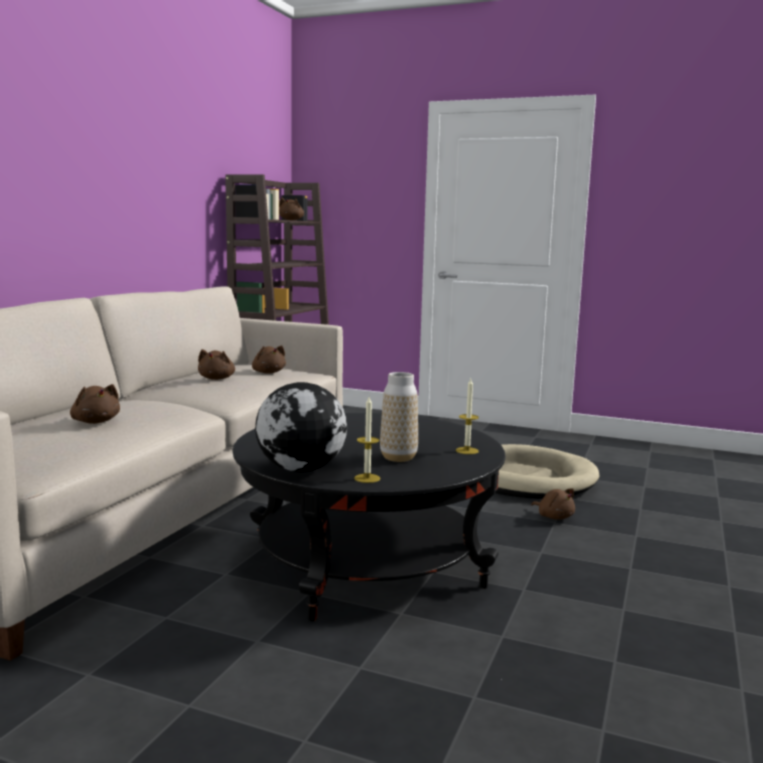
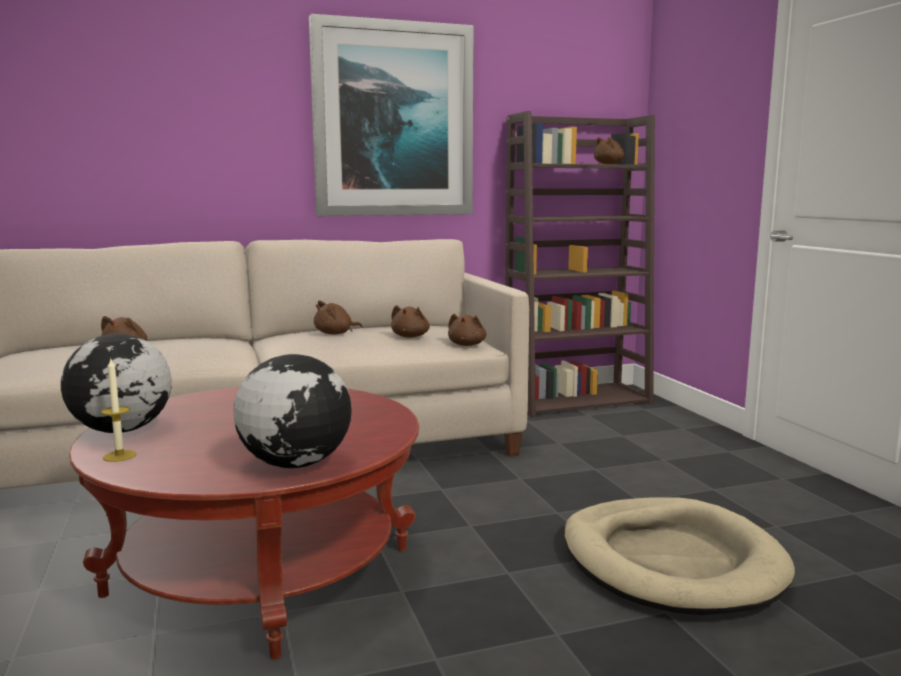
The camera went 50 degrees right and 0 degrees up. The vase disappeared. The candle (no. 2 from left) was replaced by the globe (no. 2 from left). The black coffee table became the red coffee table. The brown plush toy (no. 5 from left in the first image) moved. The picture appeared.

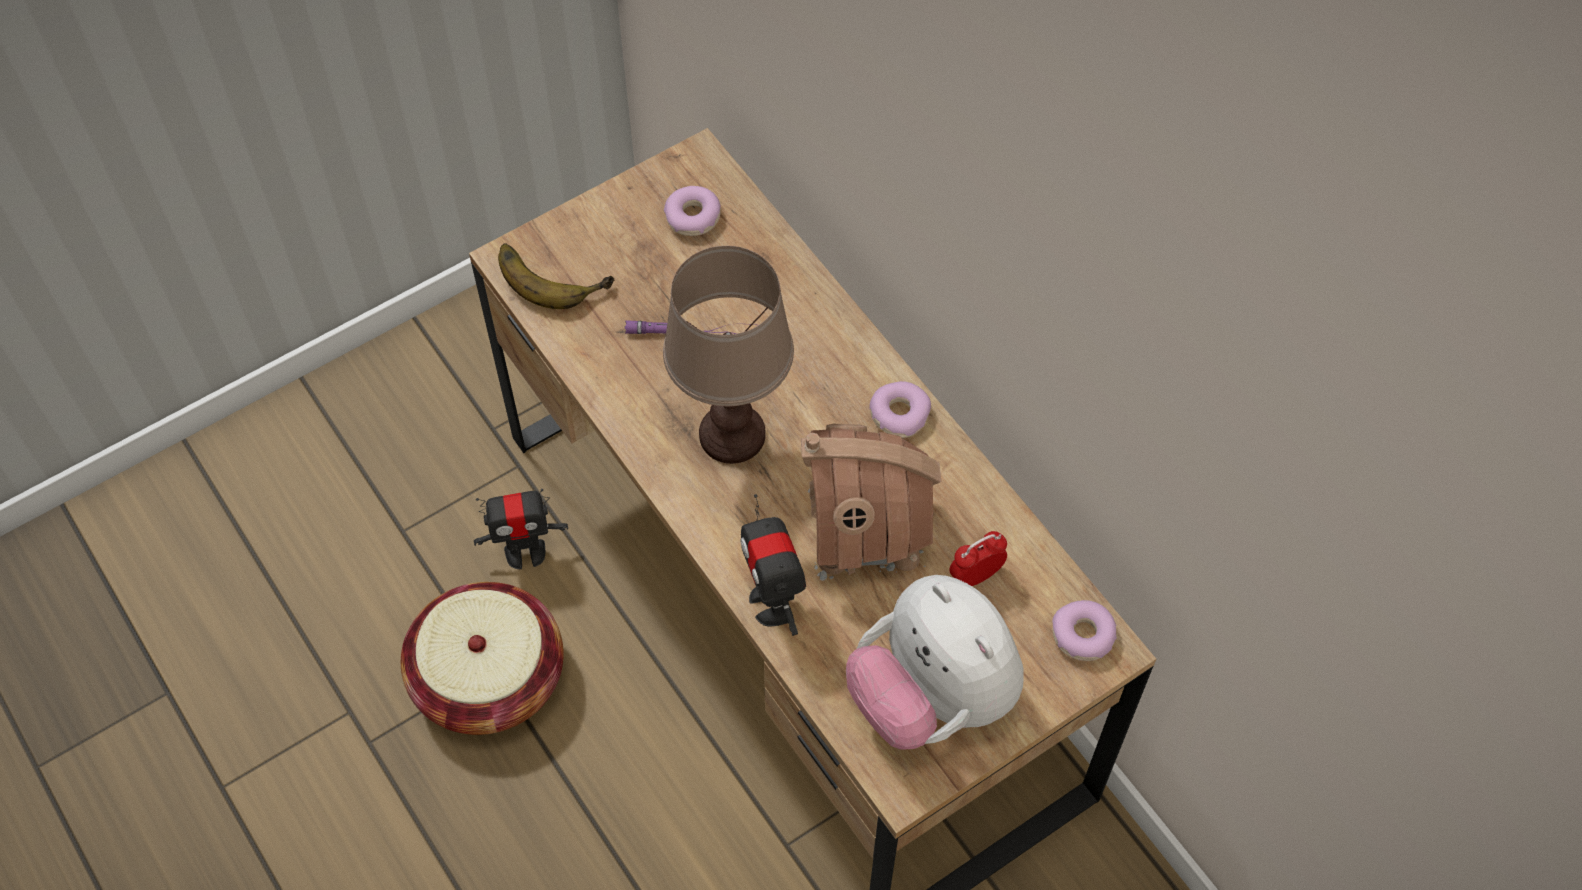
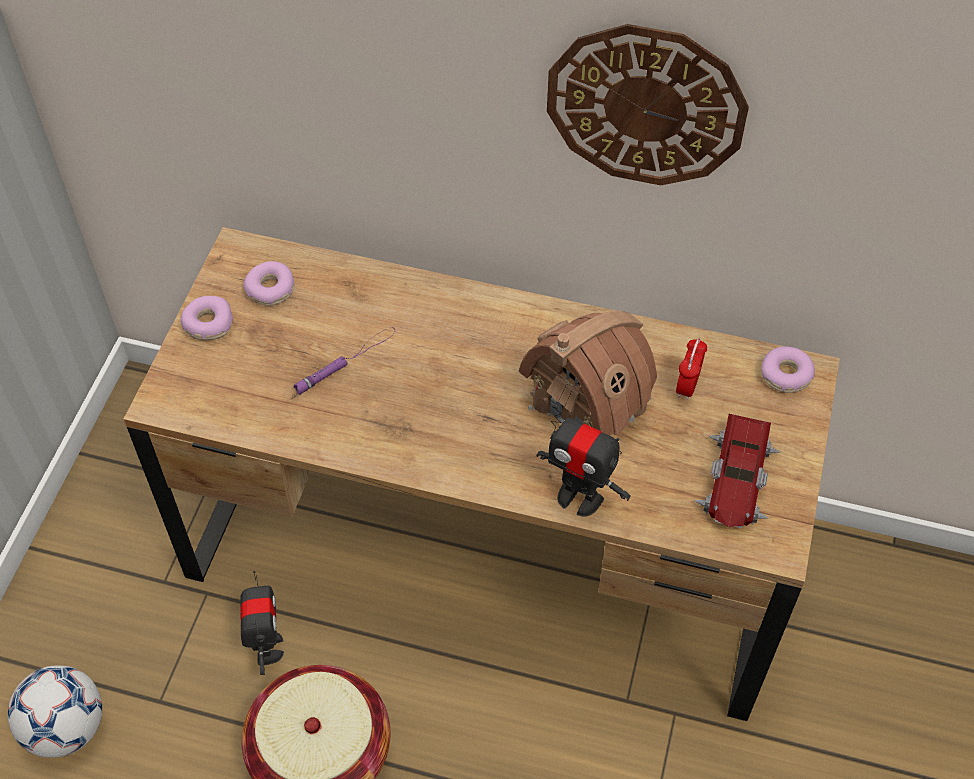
The camera went 40 degrees left and 5 degrees down. The banana disappeared. The brown table lamp disappeared. The donut (no. 2 from left in the first image) moved. The toy robot (no. 1 from left) turned 45 degrees counterclockwise. The plush toy was replaced by the toy car. The wall clock appeared. The football appeared.

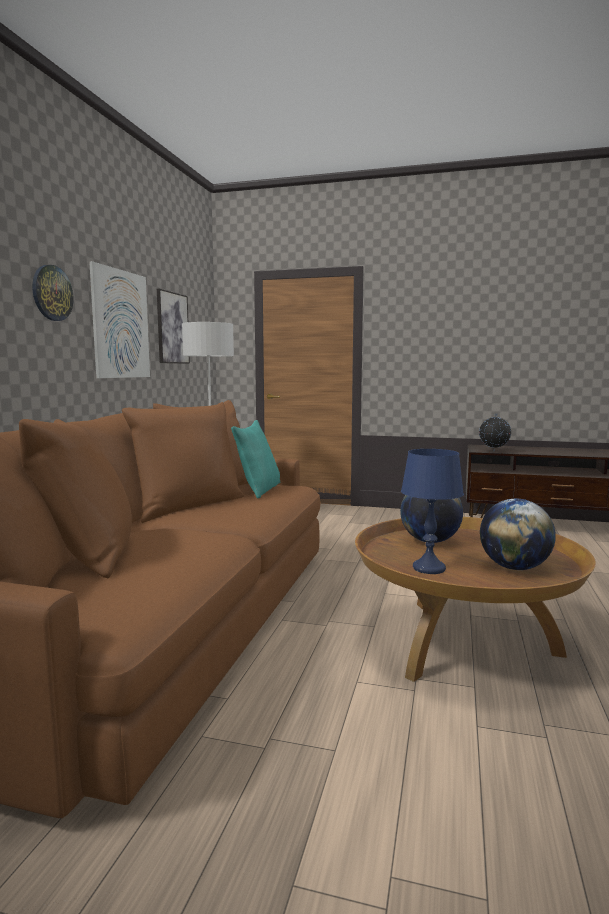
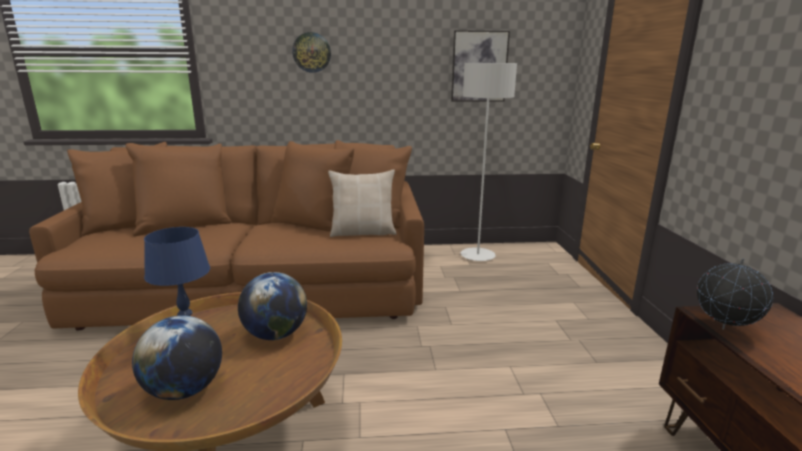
The camera went 70 degrees right and 10 degrees up. The picture (no. 1 from left) disappeared. The turquoise pillow became the beige pillow.

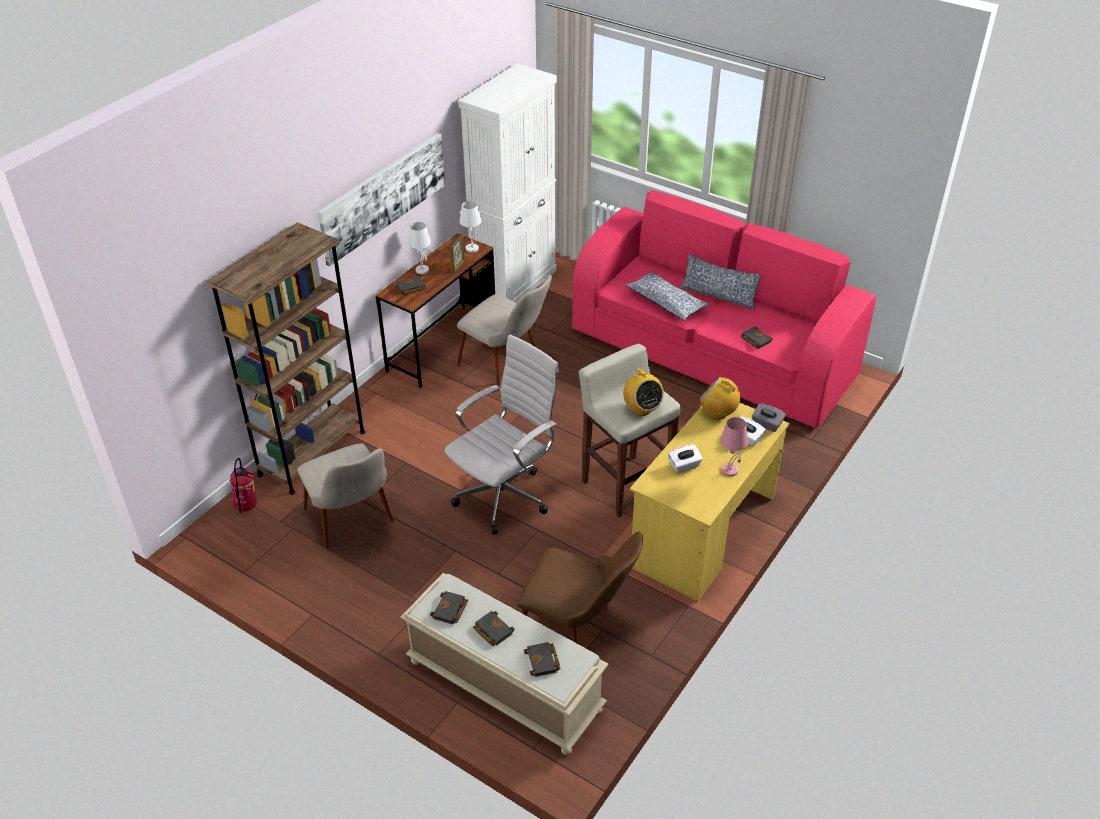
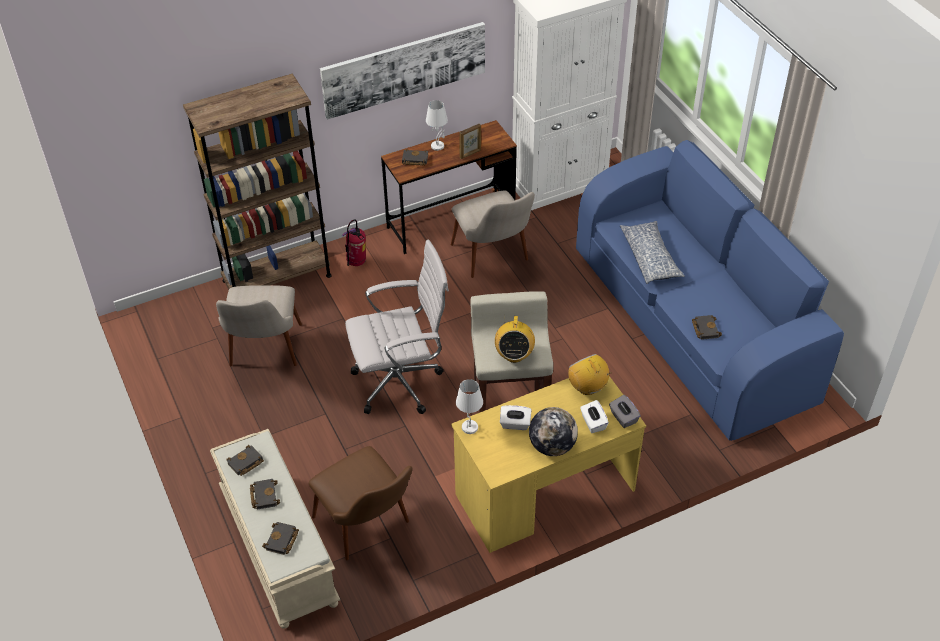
The camera went 30 degrees right and 5 degrees up. The pink sofa became the blue sofa. The white table lamp (no. 2 from left) moved. The pillow (no. 2 from left) disappeared. The pink table lamp was replaced by the globe. The fire extinguisher moved.

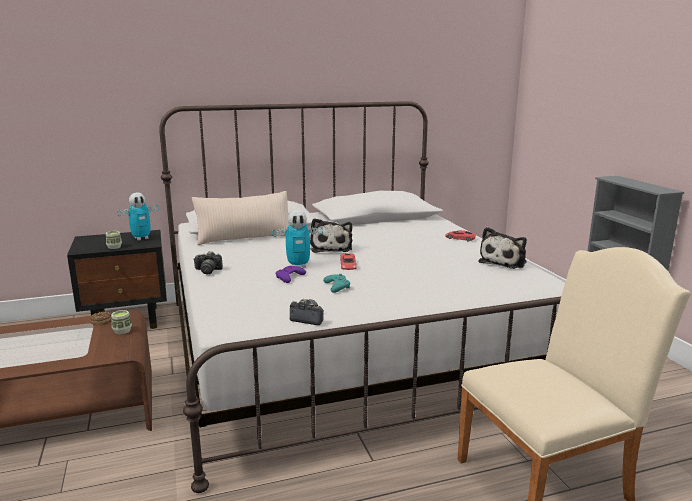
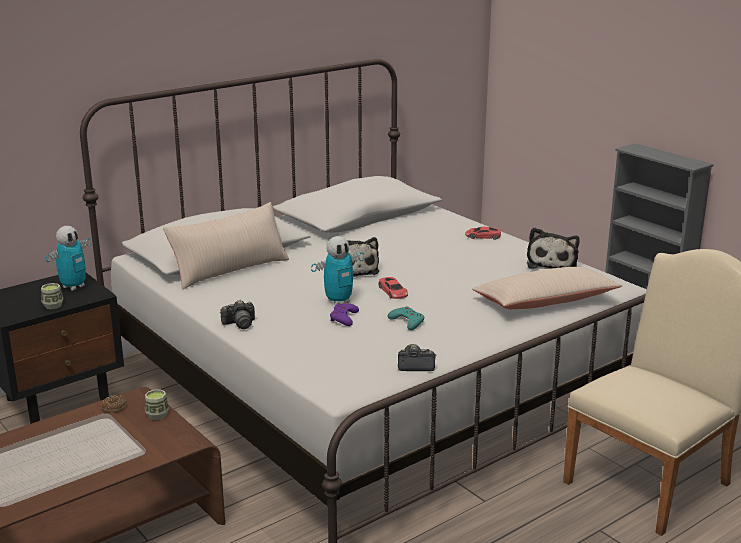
The camera went 20 degrees left and 5 degrees up. The beige pillow (no. 2 from left) appeared.

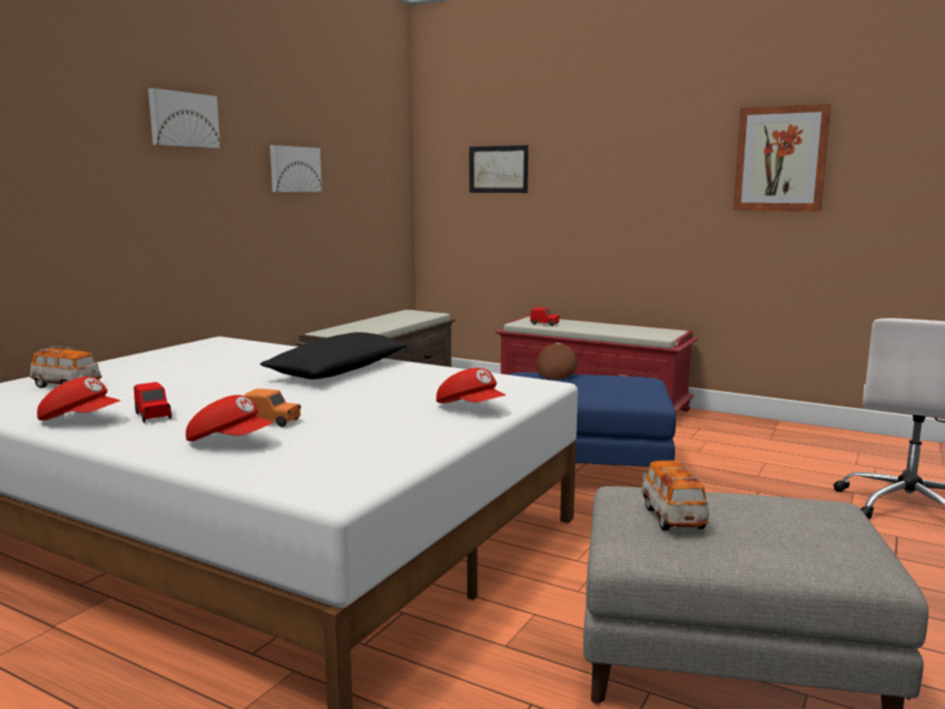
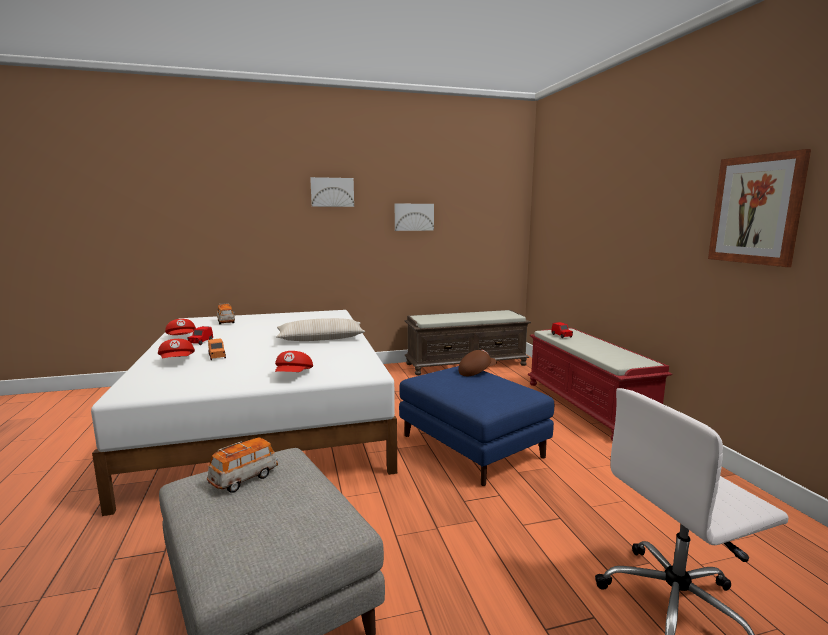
The camera went 45 degrees right and 0 degrees up. The picture (no. 3 from left) disappeared. The black pillow became the beige pillow.

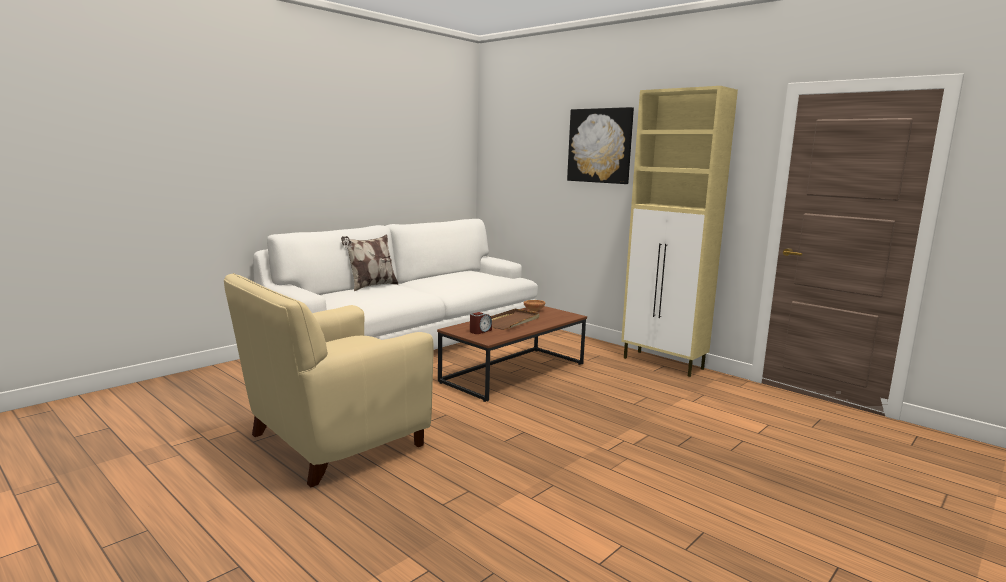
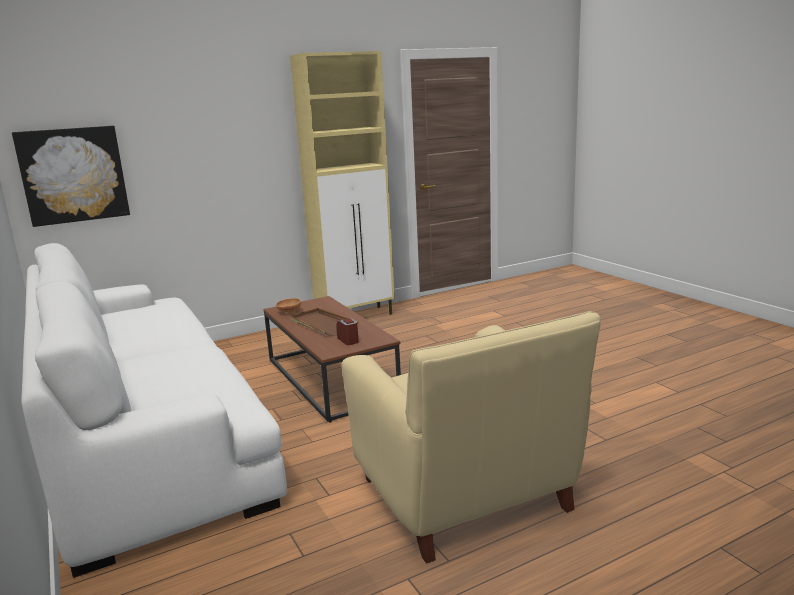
The camera went 70 degrees left and 5 degrees up. The picture moved. The pillow disappeared.

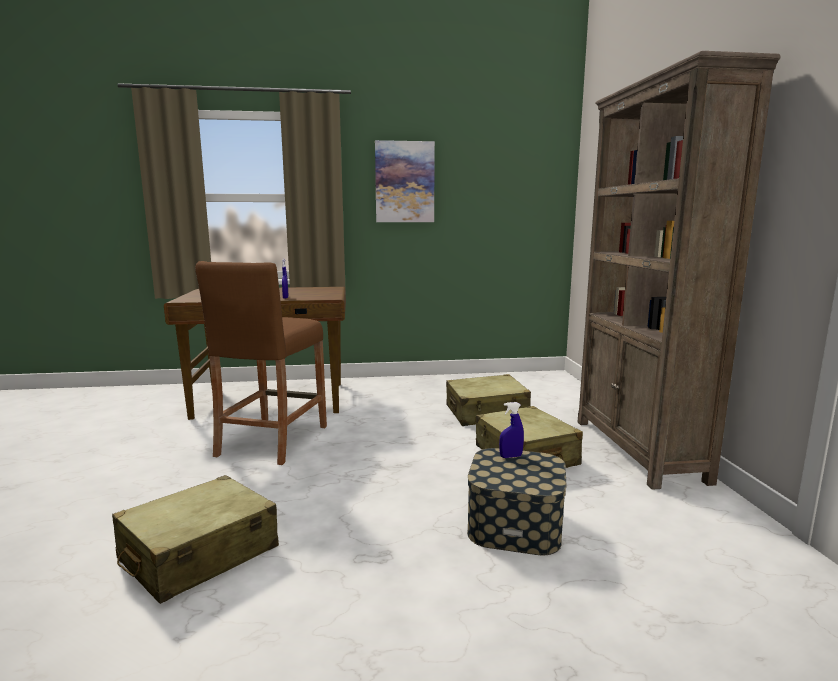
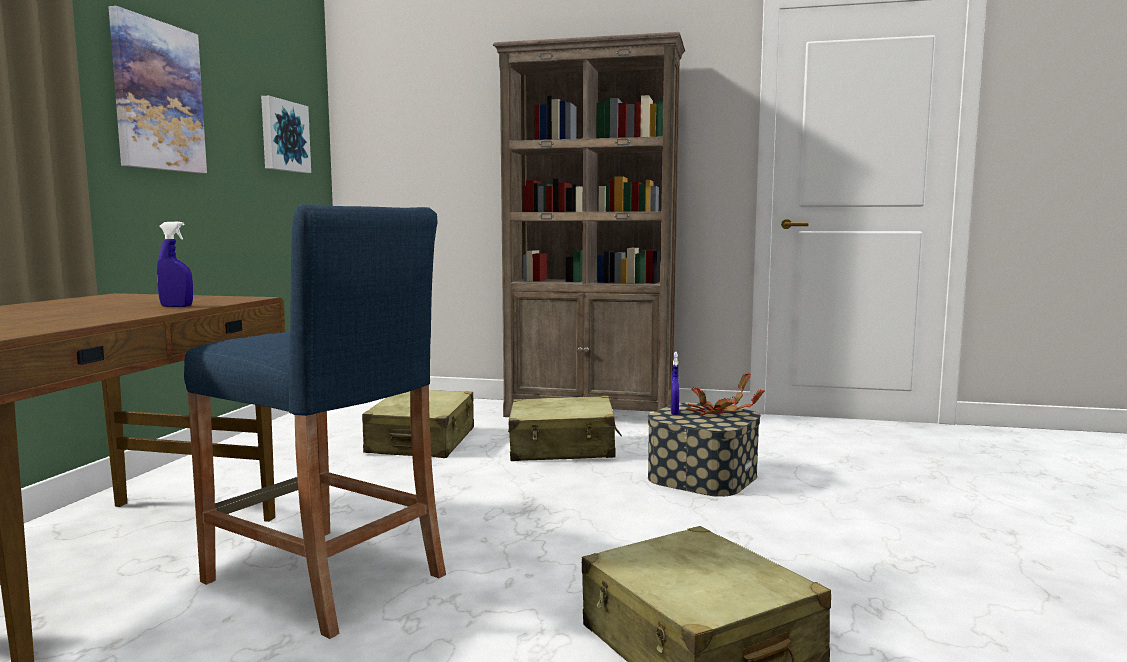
The camera went 70 degrees left and 5 degrees down. The brown stool became the blue stool. The picture (no. 2 from left) appeared. The potted plant appeared.

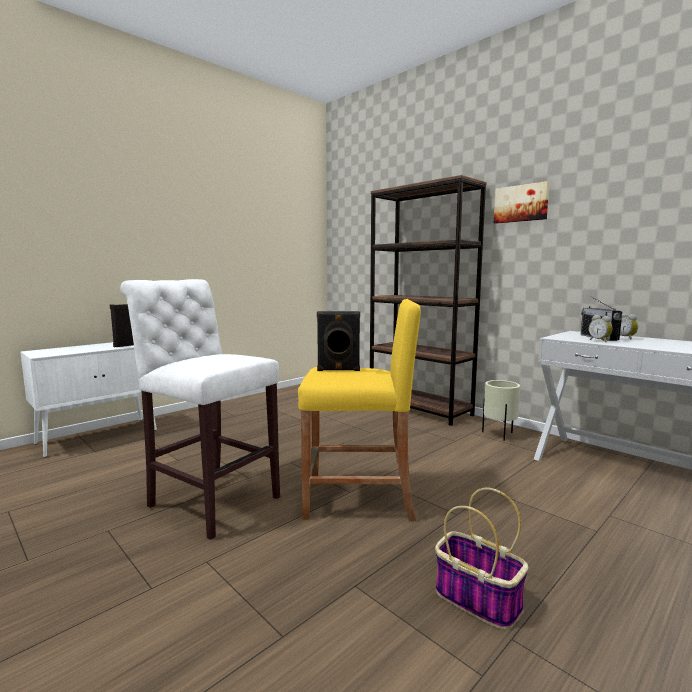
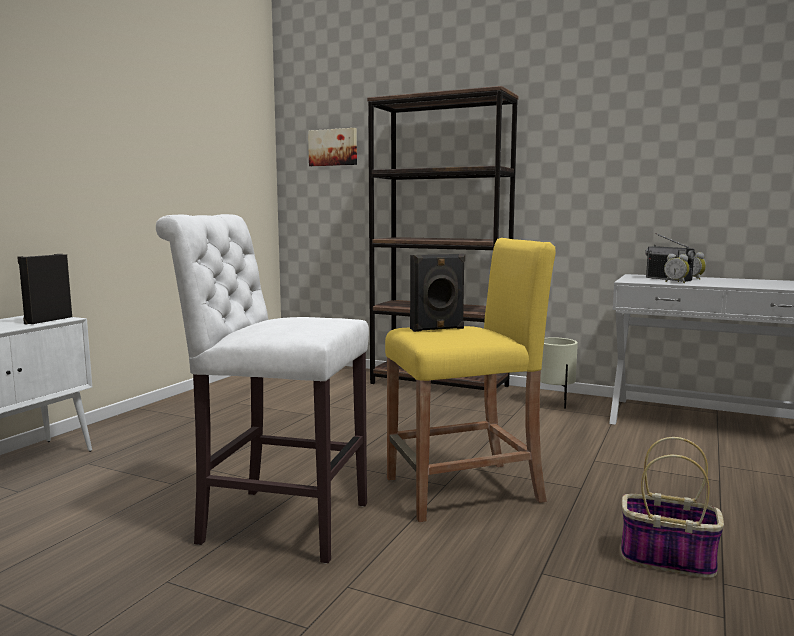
The camera went 20 degrees left and 0 degrees up. The picture moved.

